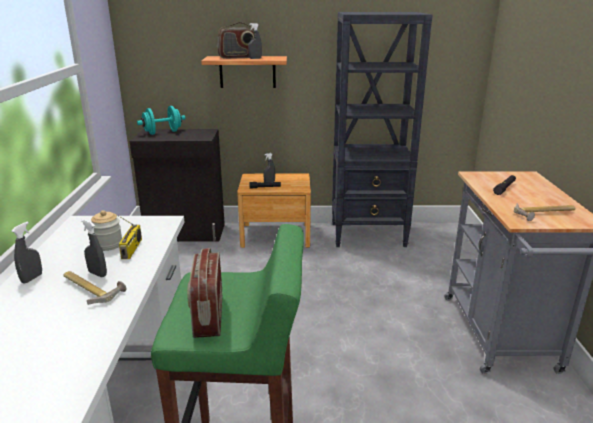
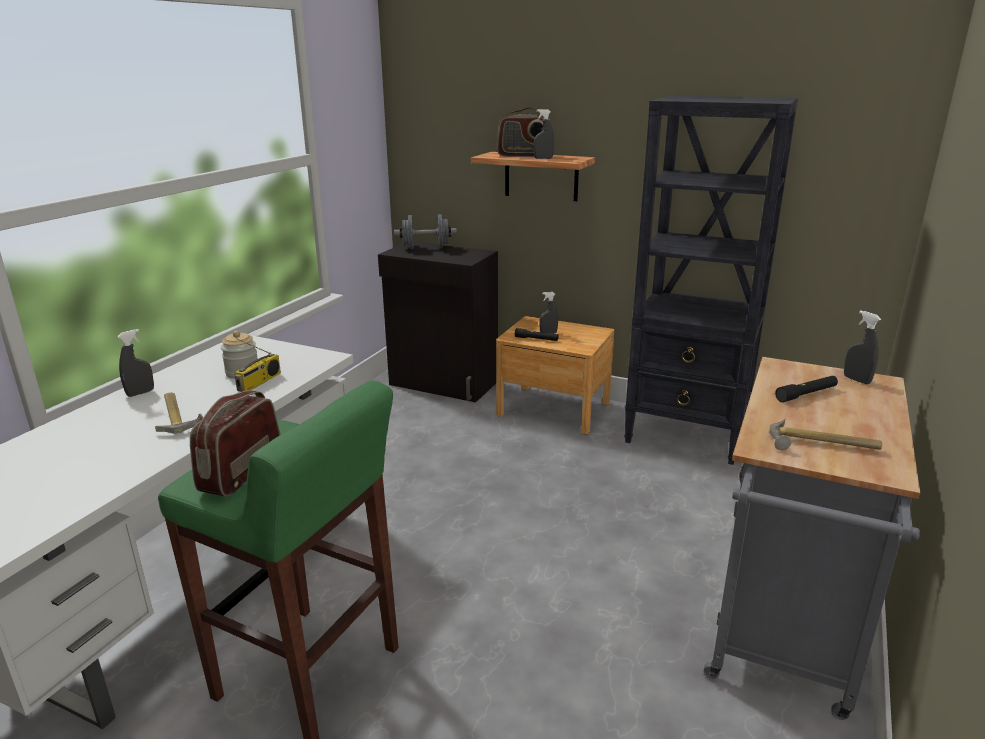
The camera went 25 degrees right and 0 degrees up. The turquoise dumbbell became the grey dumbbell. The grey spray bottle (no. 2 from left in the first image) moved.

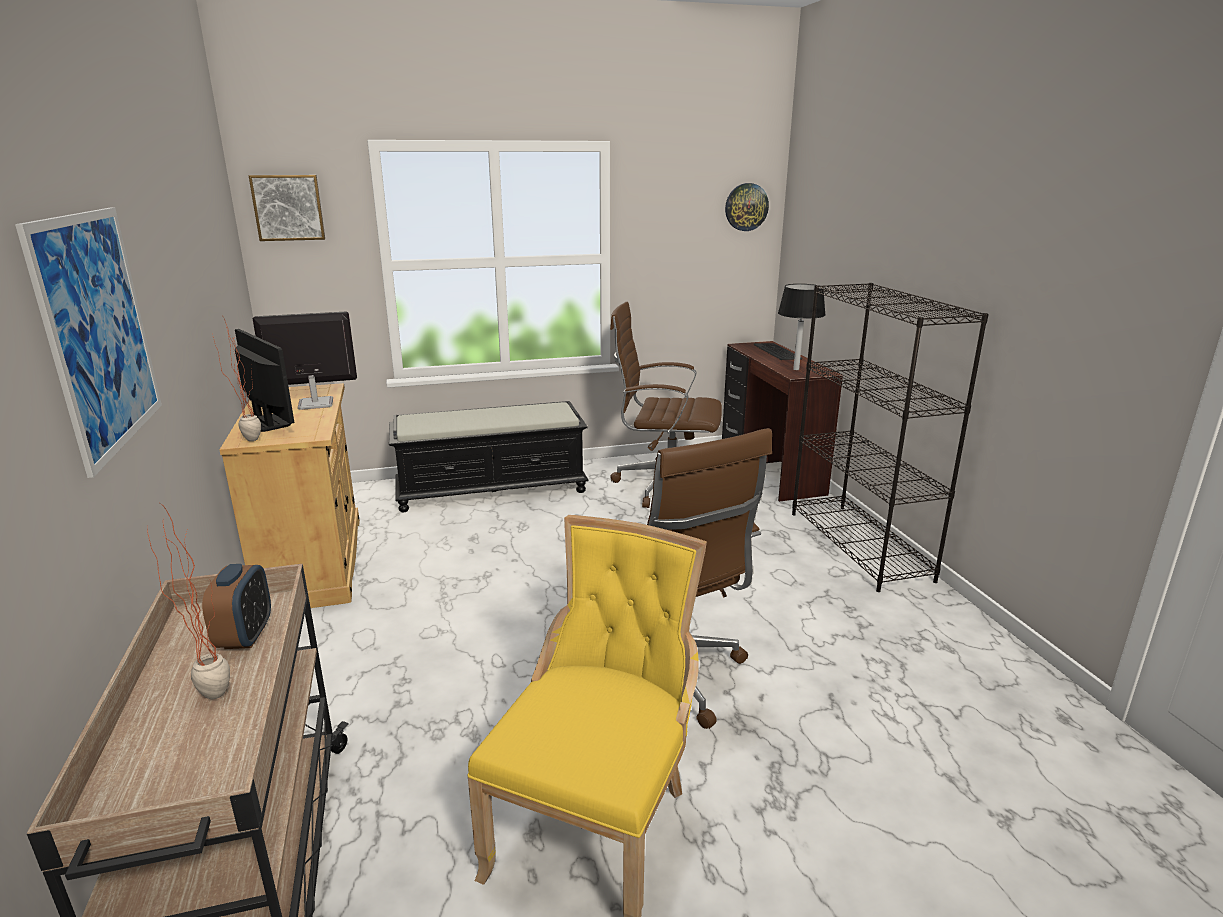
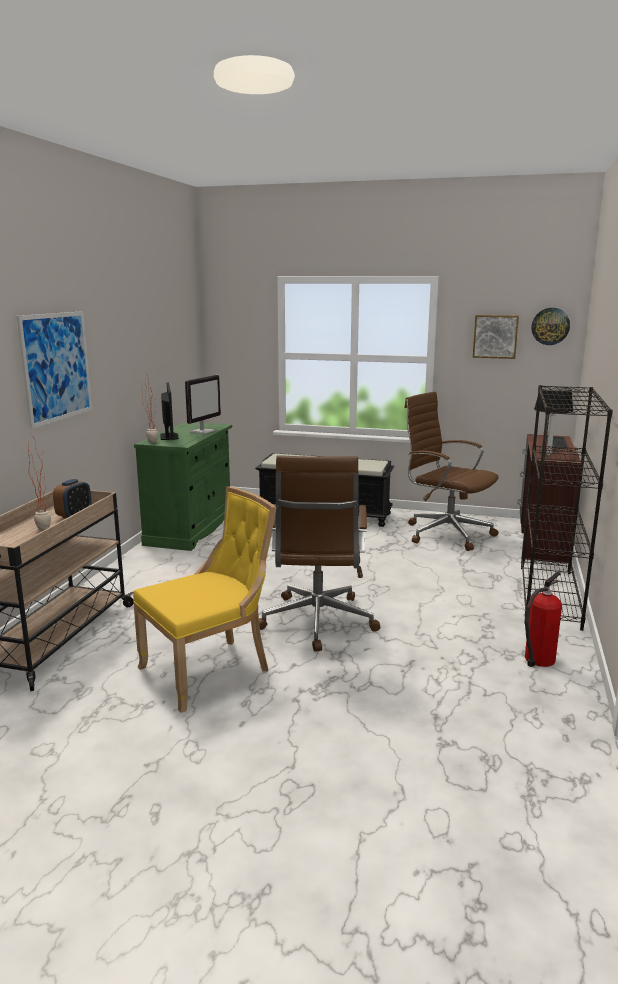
The camera went 30 degrees right and 5 degrees down. The picture (no. 2 from left) moved. The monitor (no. 2 from left) turned 105 degrees clockwise. The beige cabinet became the green cabinet. The fire extinguisher appeared.

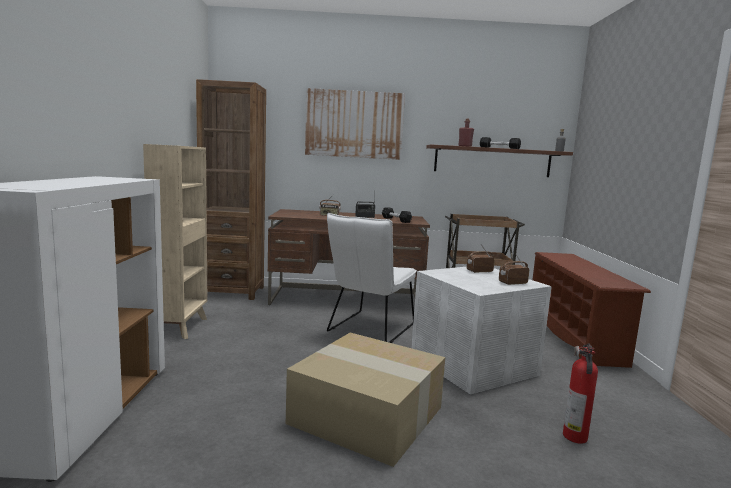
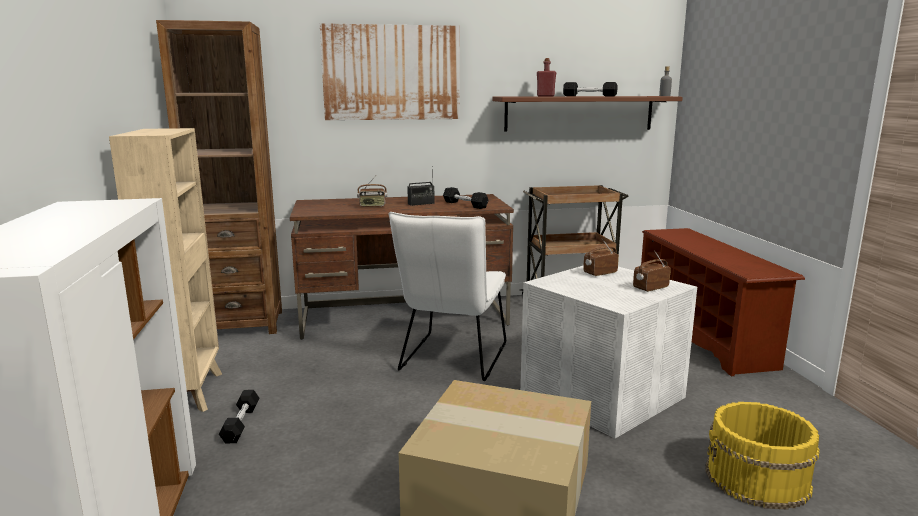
The camera went 10 degrees left and 5 degrees up. The fire extinguisher was replaced by the yellow bucket. The black dumbbell (no. 1 from left) appeared.

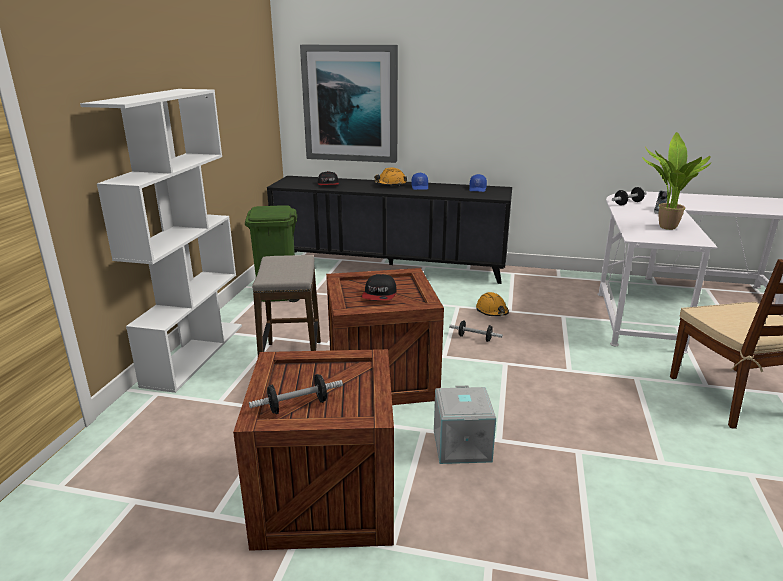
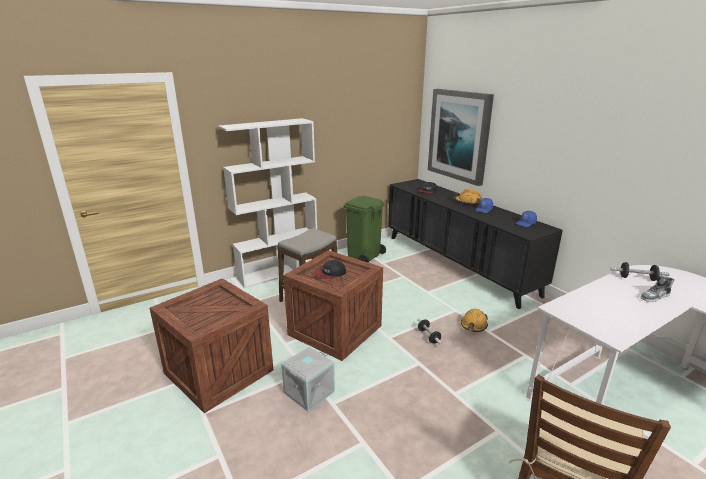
The camera went 45 degrees right and 0 degrees up. The potted plant disappeared. The dumbbell (no. 1 from left) disappeared.

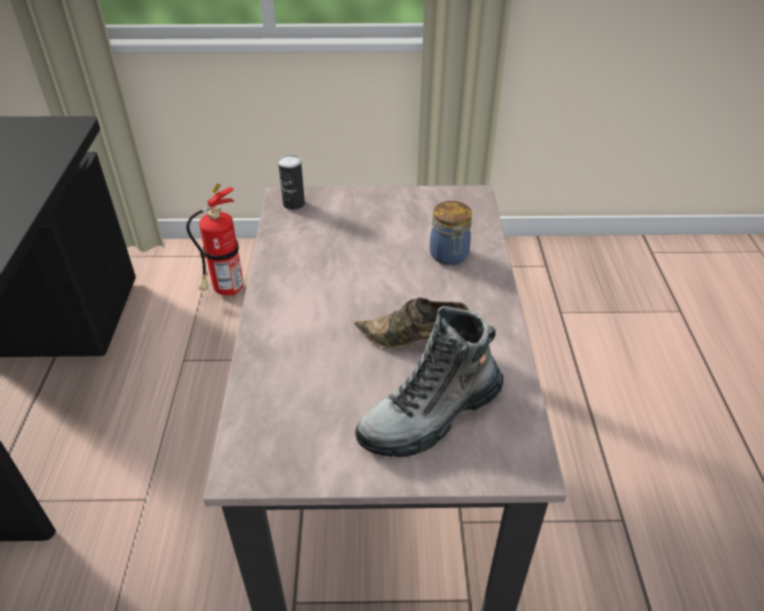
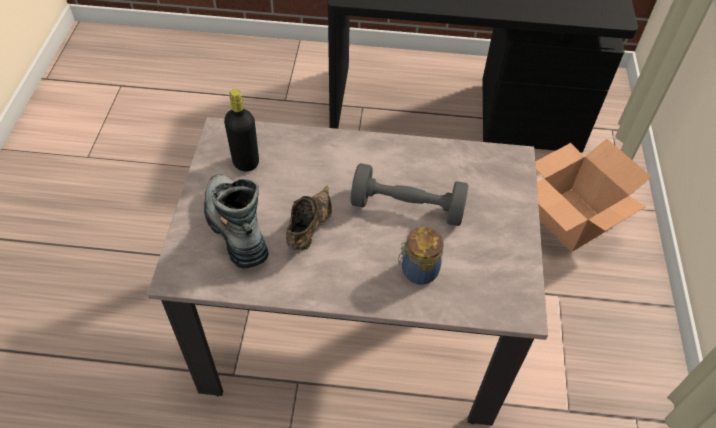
The camera went 95 degrees right and 10 degrees up. The can disappeared. The fire extinguisher was replaced by the cardboard box. The black bottle appeared. The grey dumbbell appeared.

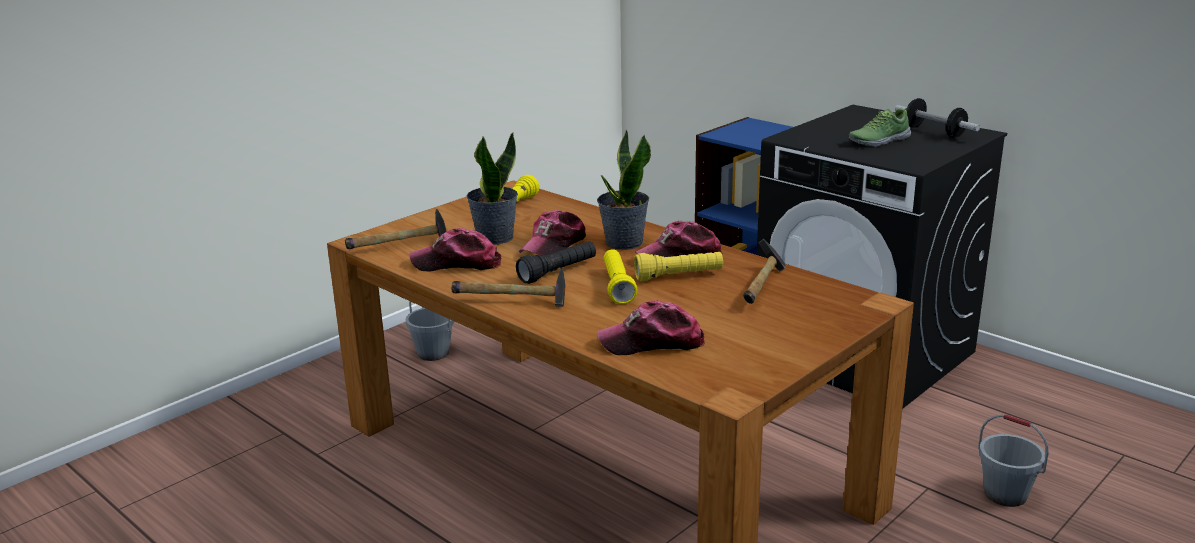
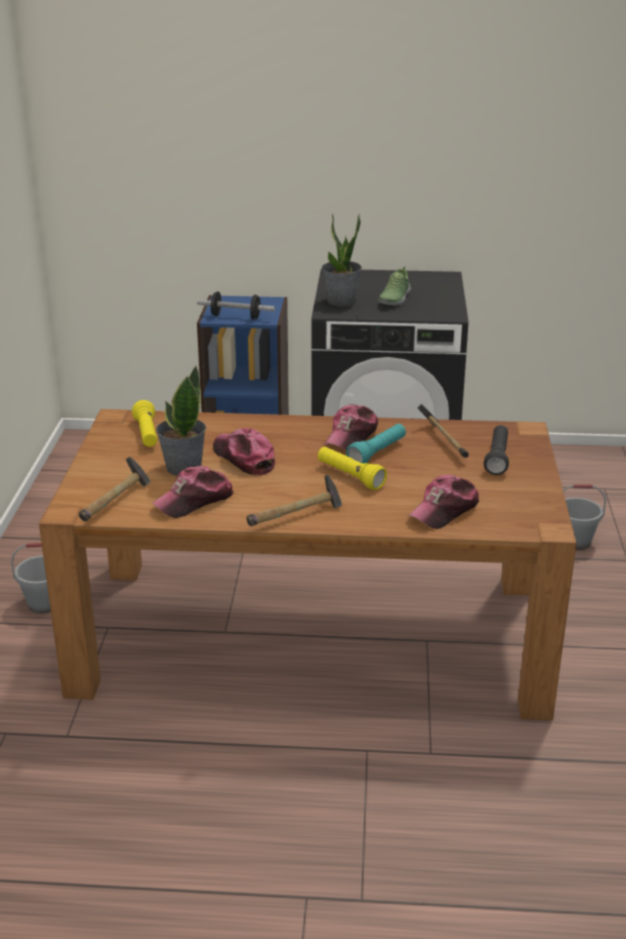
The camera went 40 degrees left and 5 degrees up. The dumbbell moved. The potted plant (no. 2 from left) moved. The cap (no. 2 from left) turned 150 degrees clockwise. The black flashlight moved. The yellow flashlight (no. 3 from left) became the turquoise flashlight.

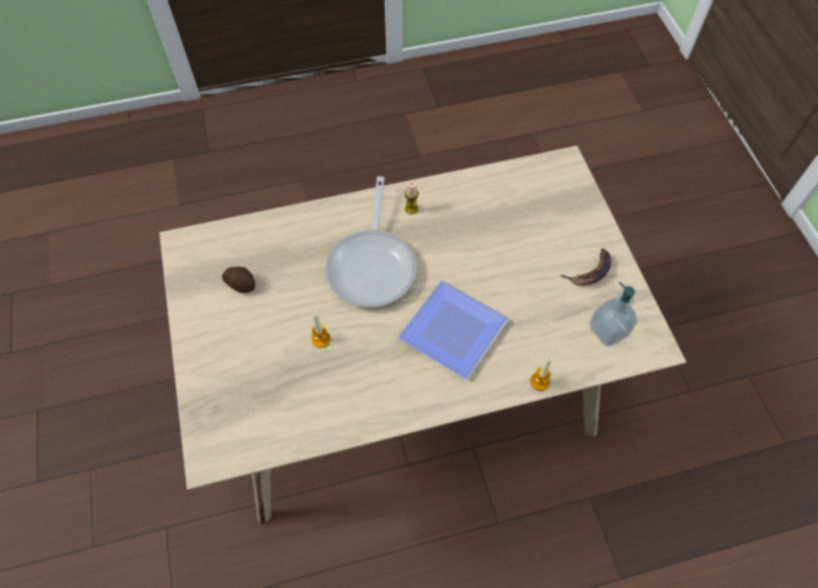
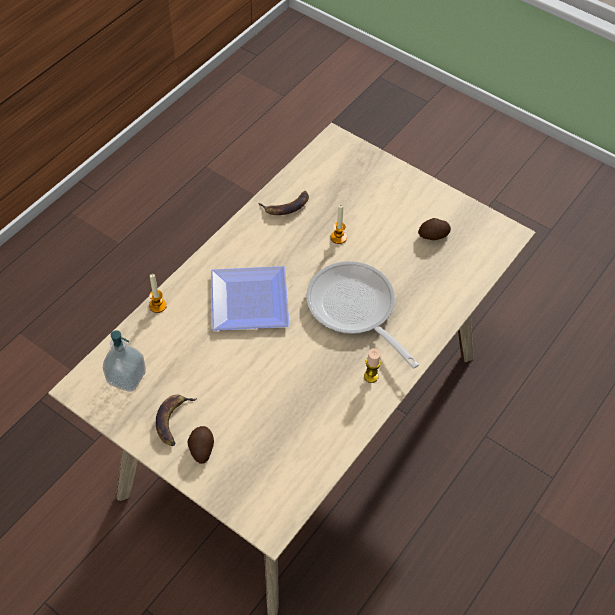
The camera went 140 degrees right and 5 degrees down. The banana (no. 2 from left) appeared. The potato (no. 1 from left) appeared.

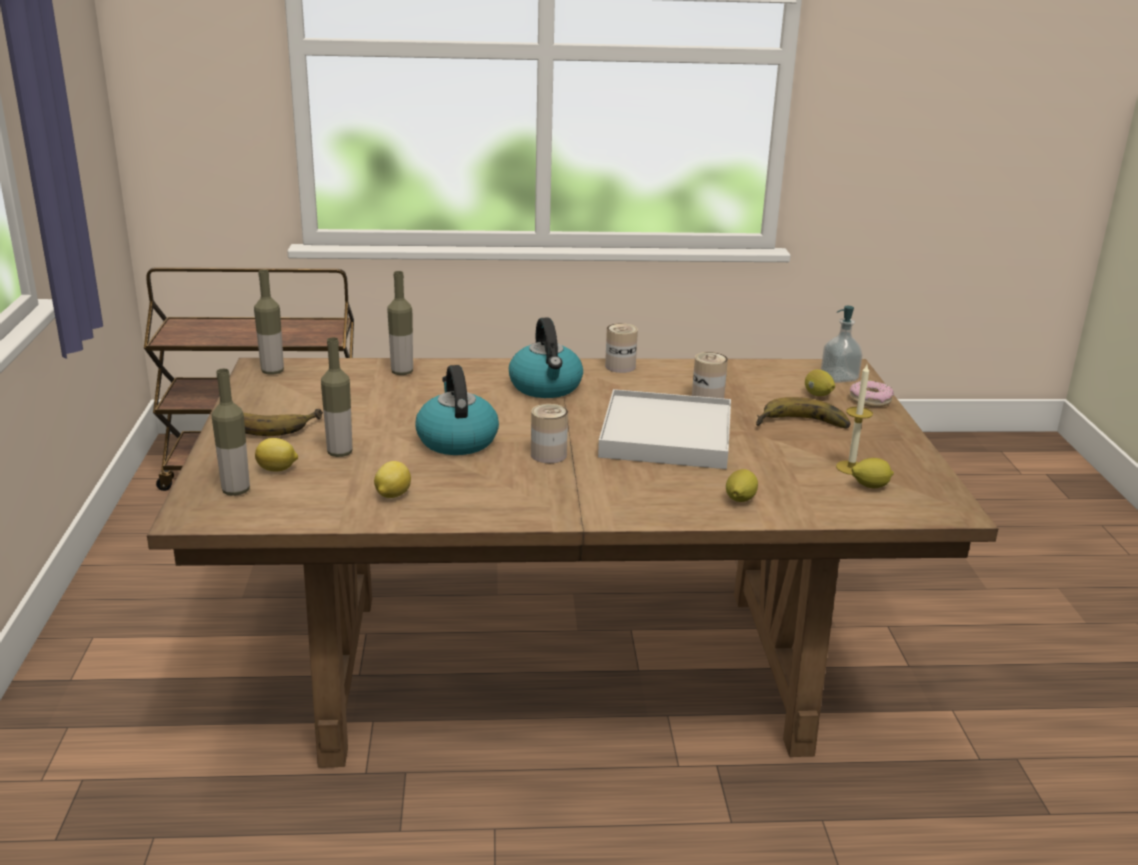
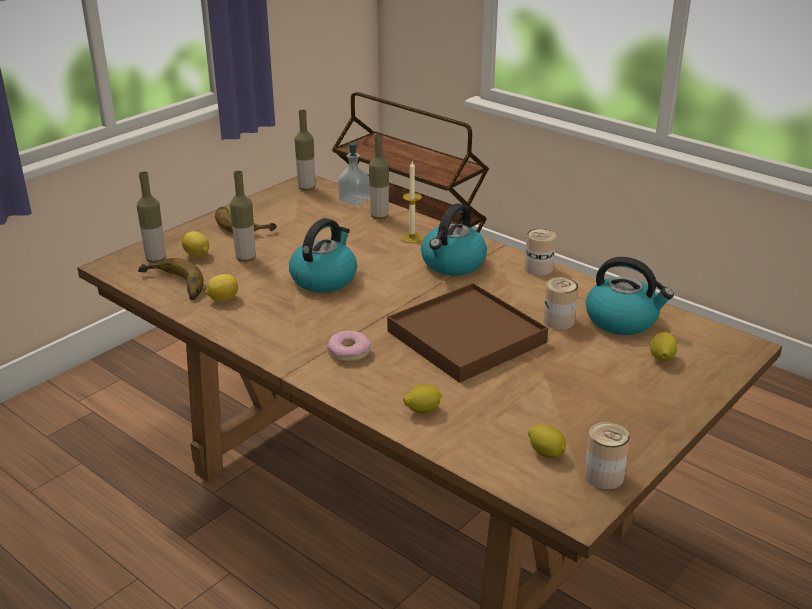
The camera went 45 degrees right and 5 degrees up. The soap dispenser moved. The candle moved. The donut moved. The white tray became the brown tray. The banana (no. 2 from left in the first image) moved. The can (no. 1 from left in the first image) moved. The kettle (no. 3 from left) appeared.

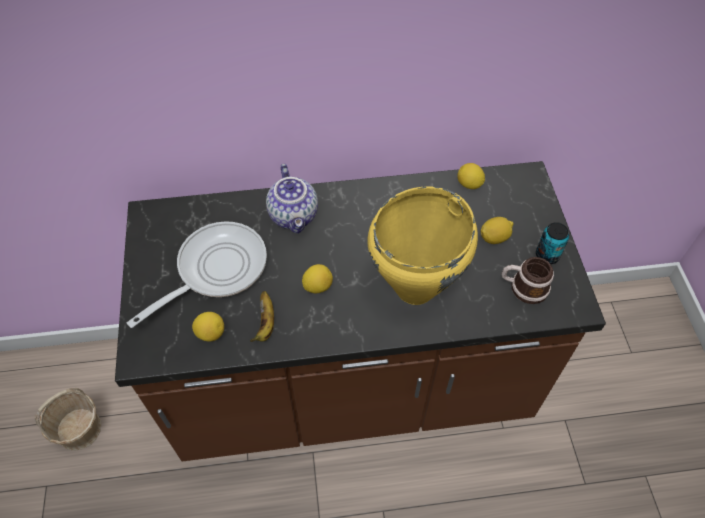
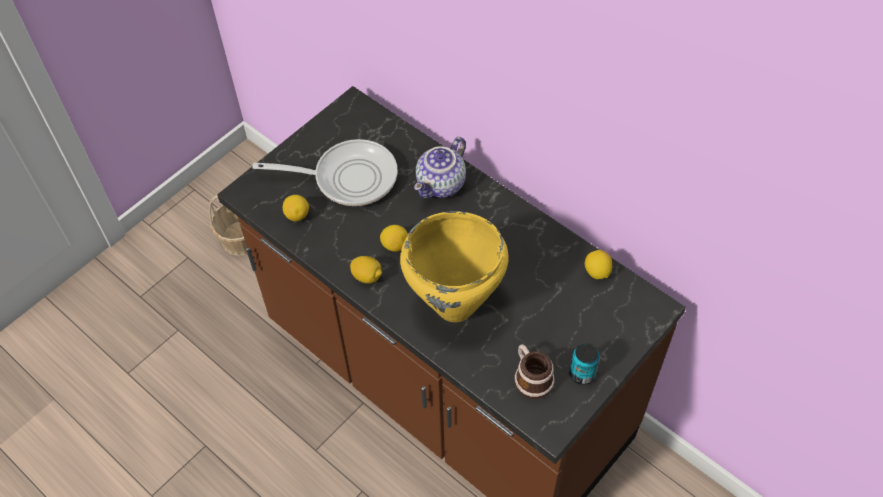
The camera went 50 degrees right and 0 degrees up. The lemon (no. 4 from left in the first image) moved. The banana disappeared.

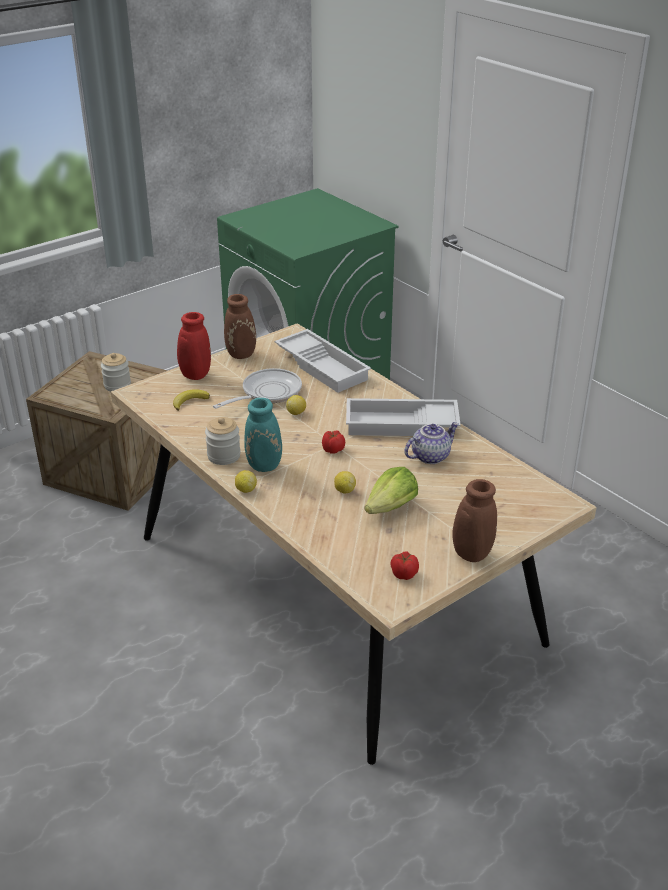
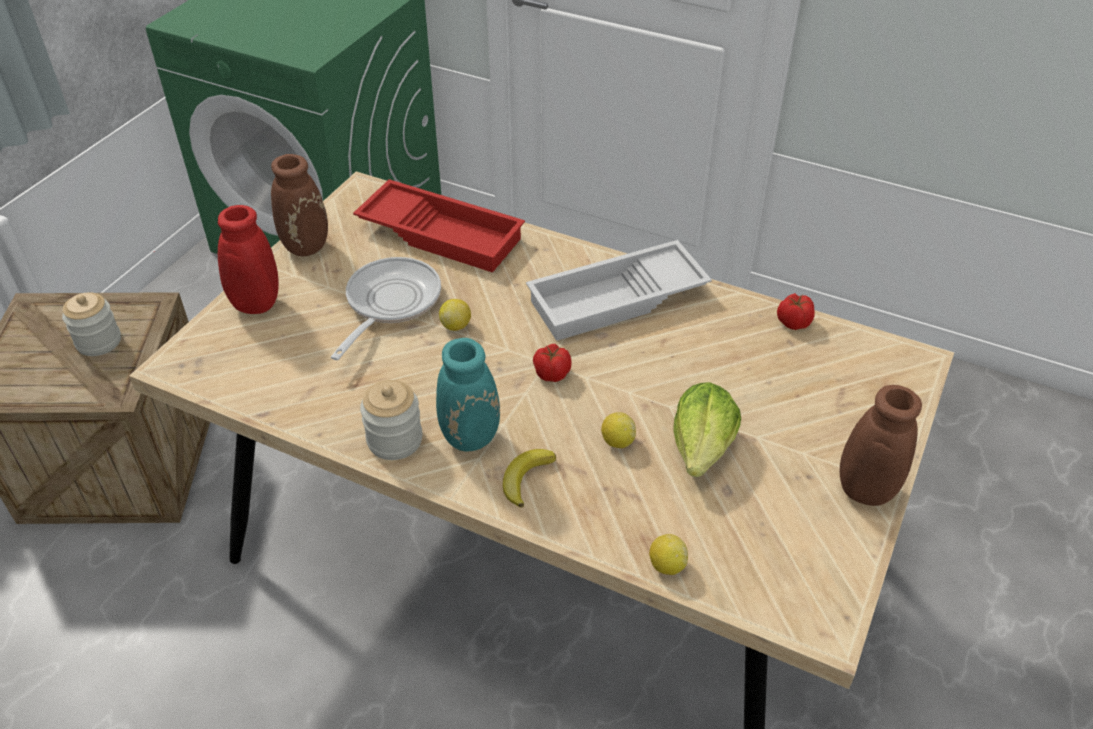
The camera went 25 degrees left and 10 degrees up. The white tray (no. 1 from left) became the red tray. The banana moved. The teapot disappeared. The lemon (no. 1 from left in the first image) moved. The tomato (no. 2 from left) moved.

